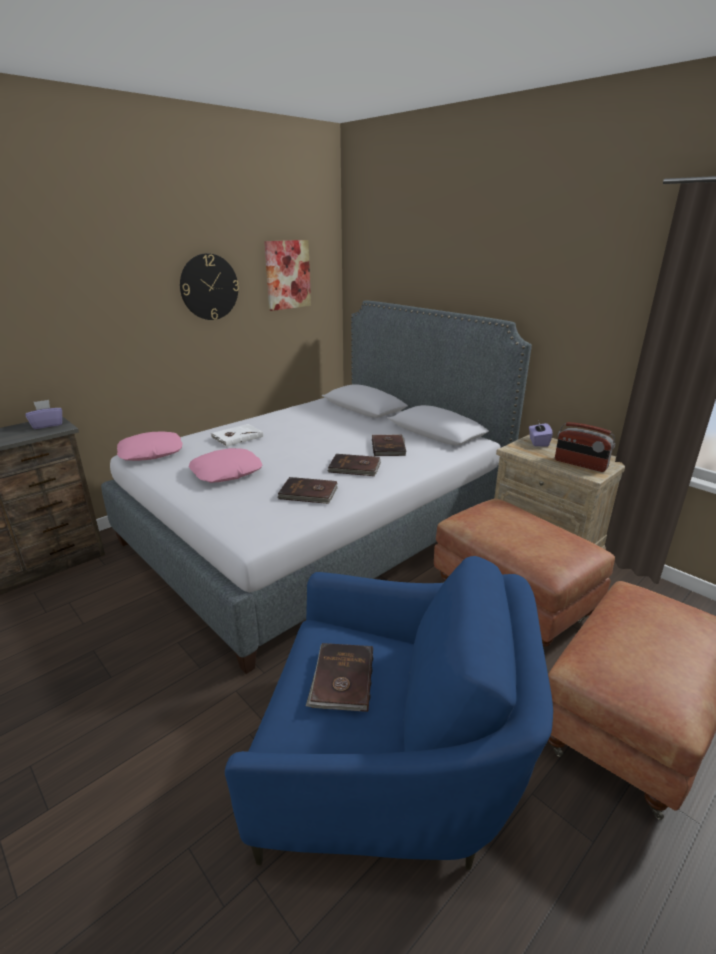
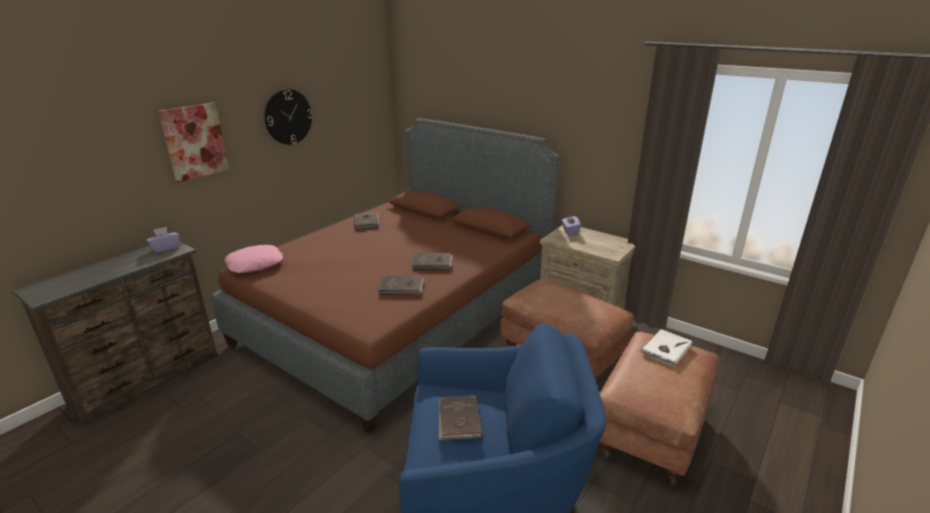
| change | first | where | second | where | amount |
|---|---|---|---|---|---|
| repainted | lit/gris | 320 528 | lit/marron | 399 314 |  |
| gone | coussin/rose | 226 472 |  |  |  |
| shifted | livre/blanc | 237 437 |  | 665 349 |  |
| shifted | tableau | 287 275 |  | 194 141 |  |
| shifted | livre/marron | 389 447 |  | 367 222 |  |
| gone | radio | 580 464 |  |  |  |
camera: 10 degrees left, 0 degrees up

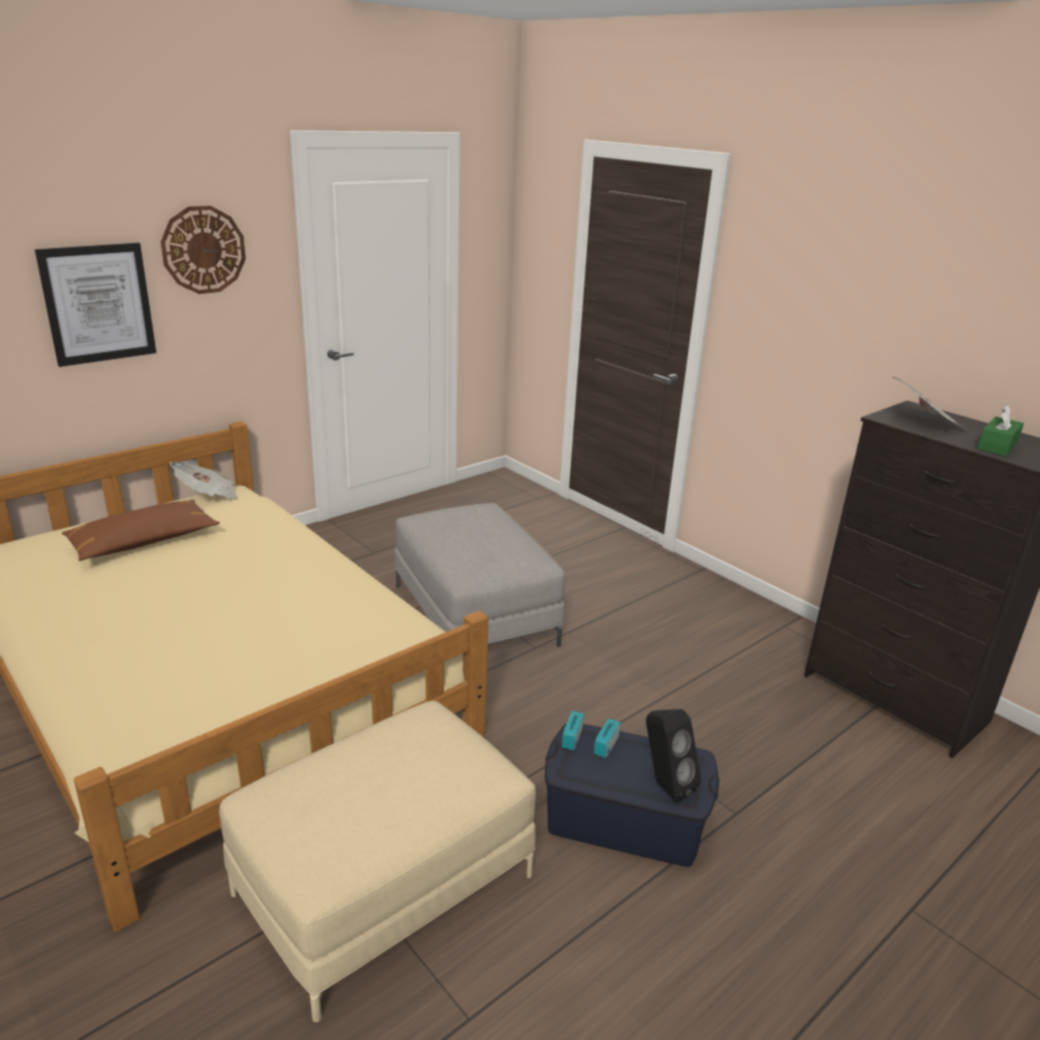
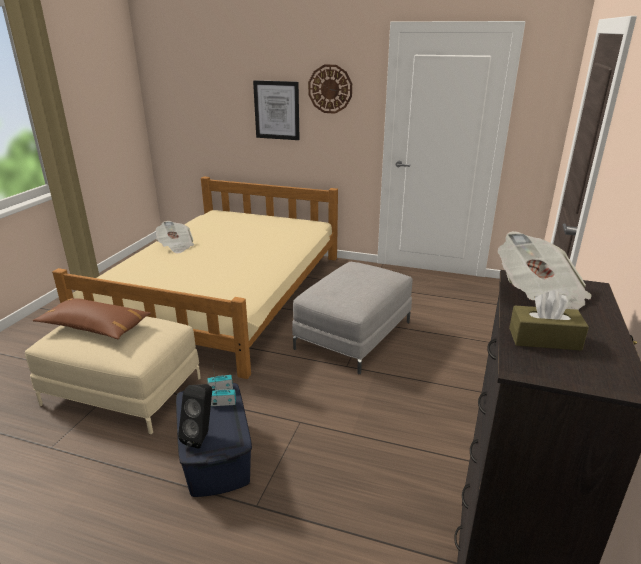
| change | first | where | second | where | amount |
|---|---|---|---|---|---|
| shifted | coussin/marron | 143 542 |  | 95 327 |  |
| shifted | journal | 207 494 |  | 176 246 |  |
| repainted | boîte à mouchoirs/vert | 997 446 | boîte à mouchoirs/marron | 544 339 |  |
camera: 60 degrees right, 0 degrees up

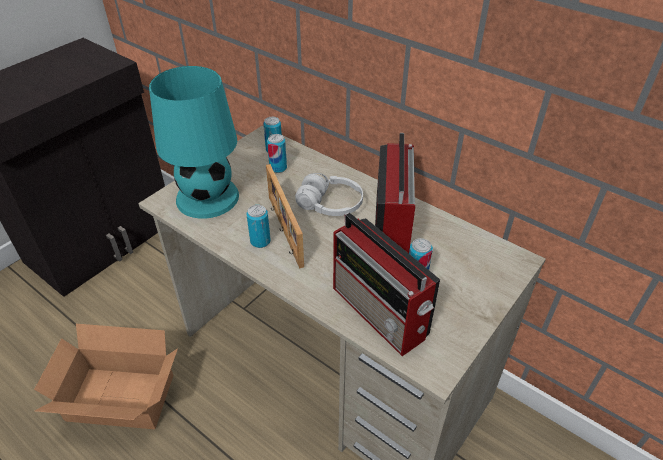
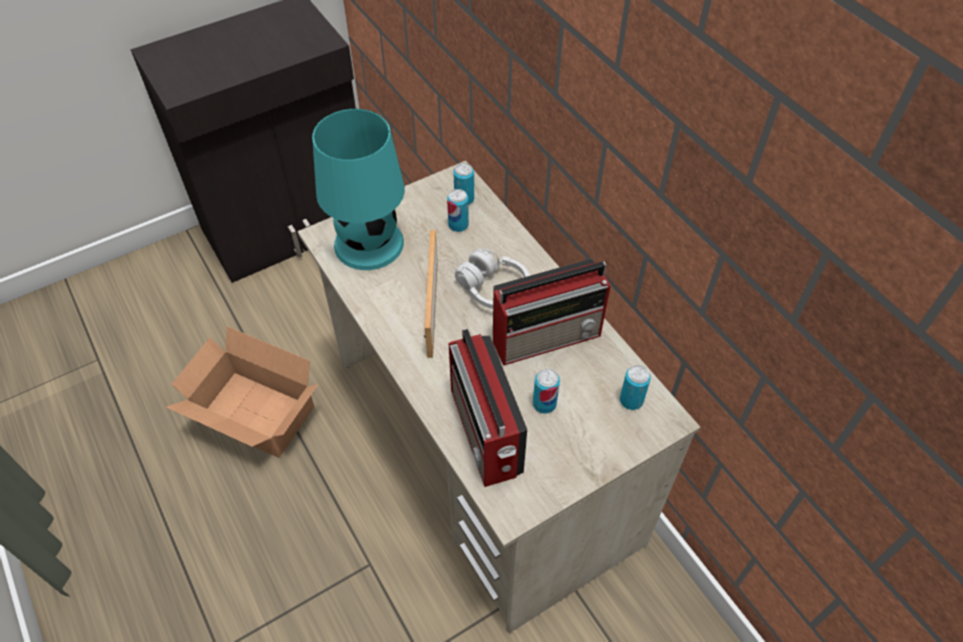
| change | first | where | second | where | amount |
|---|---|---|---|---|---|
| shifted | boîte métallique | 260 241 |  | 631 400 |  |
| rotated | radio | 392 227 |  | 548 336 | 45 degrees clockwise |
camera: 20 degrees right, 10 degrees up

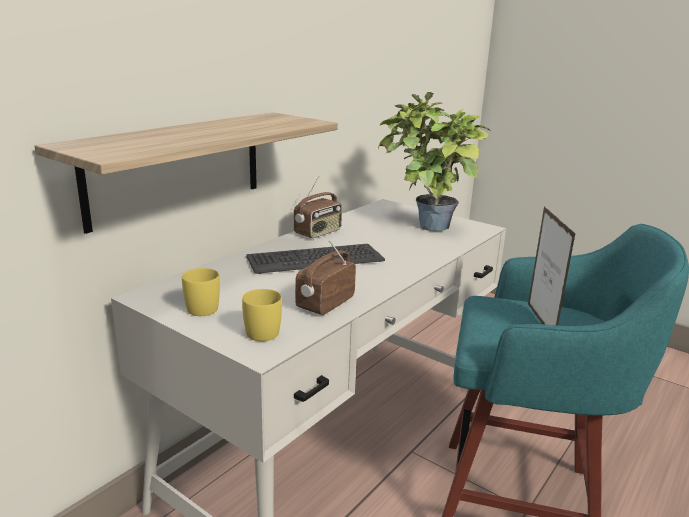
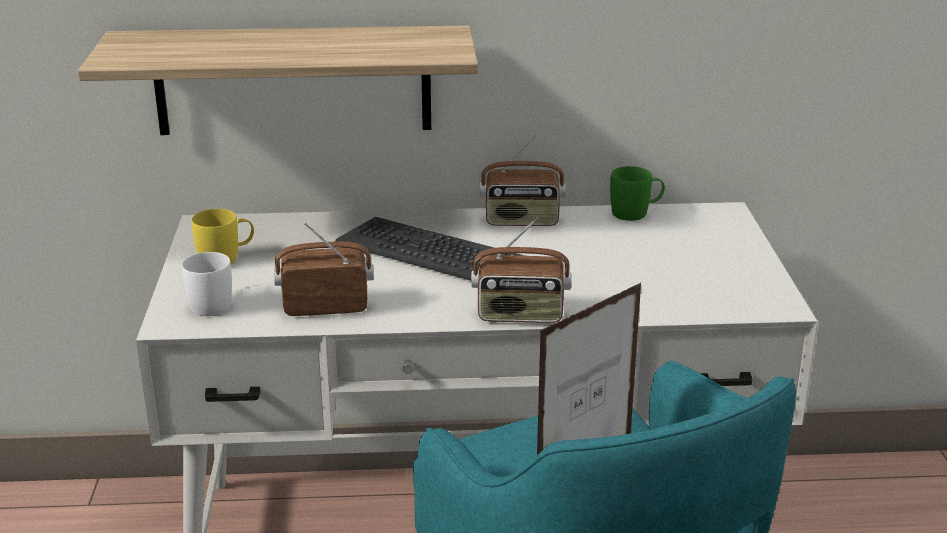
| change | first | where | second | where | amount |
|---|---|---|---|---|---|
| repainted | mug/jaune | 259 330 | mug/blanc | 214 302 |  |
| gone | plante en pot | 425 227 |  |  |  |
| new |  |  | radio | 520 315 |  |
| new |  |  | mug/vert | 636 212 |  |
camera: 50 degrees right, 5 degrees up

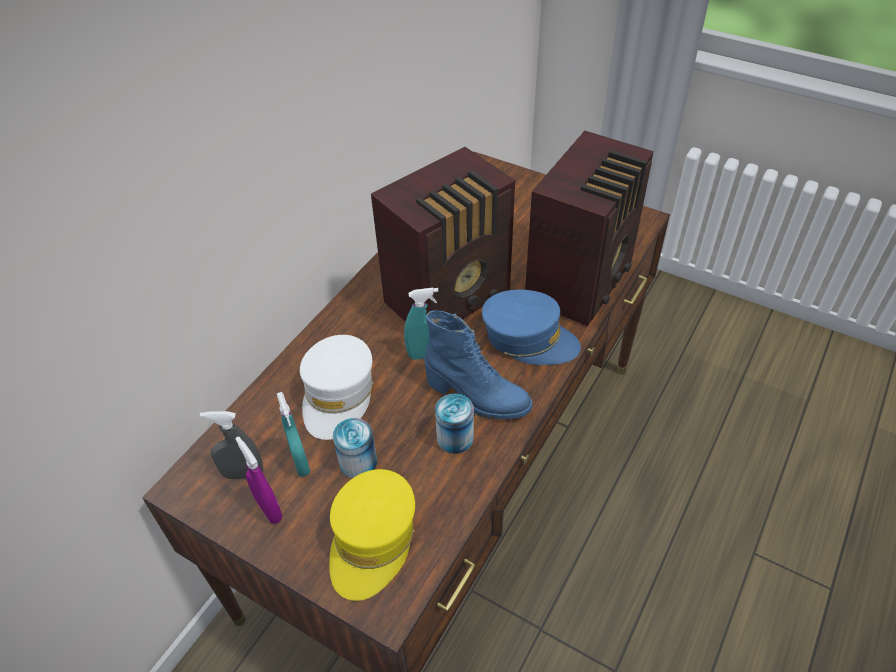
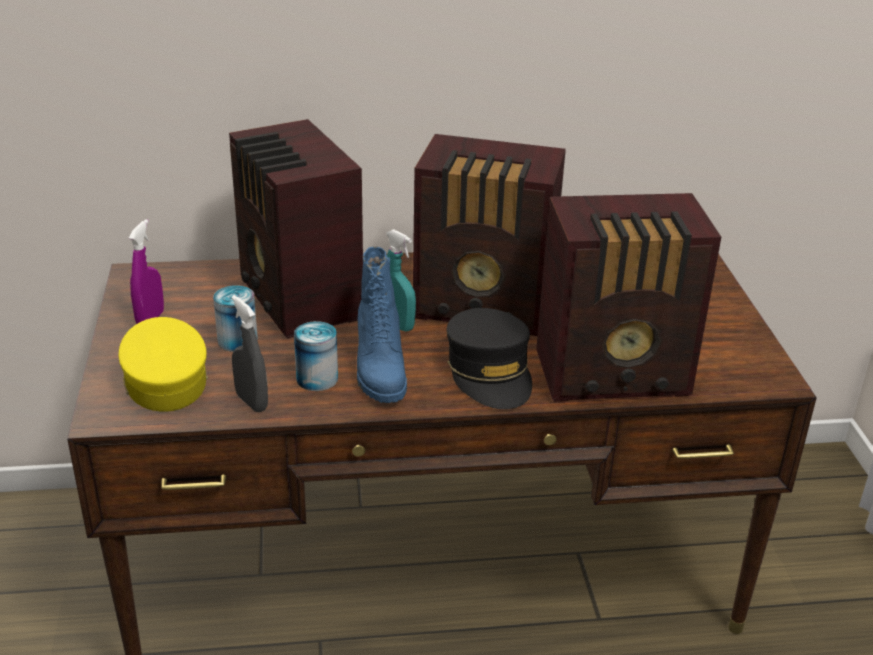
| change | first | where | second | where | amount |
|---|---|---|---|---|---|
| shifted | vaporisateur/gris | 243 474 |  | 251 402 |  |
| gone | vaporisateur/turquoise | 300 462 |  |  |  |
| swapped | casquette/blanc | 338 395 | radio | 299 301 |  |
| rotated | casquette/jaune | 373 541 |  | 164 381 | 90 degrees clockwise |
| repainted | casquette/bleu | 529 339 | casquette/noir | 490 373 |  |
camera: 50 degrees right, 15 degrees down

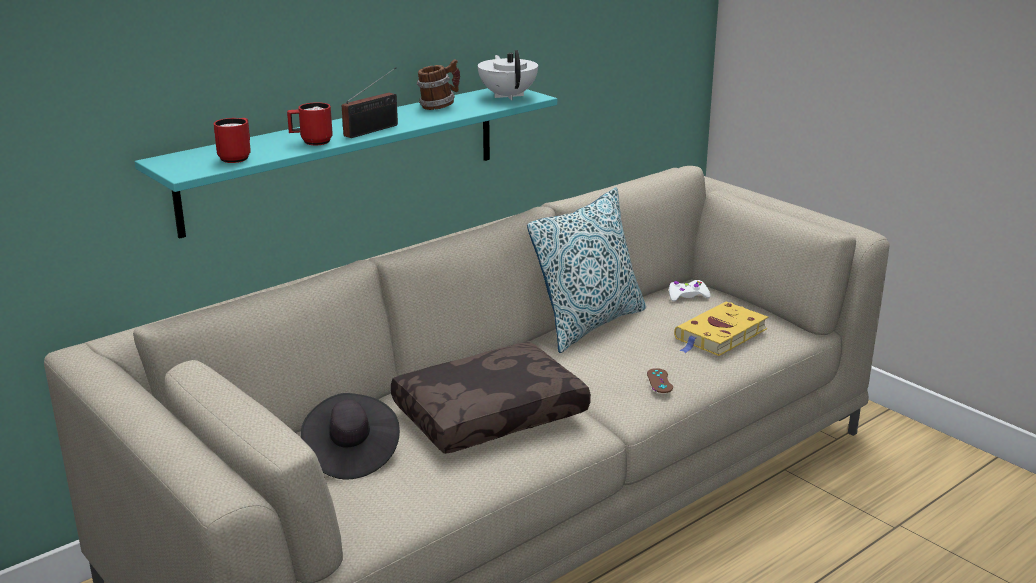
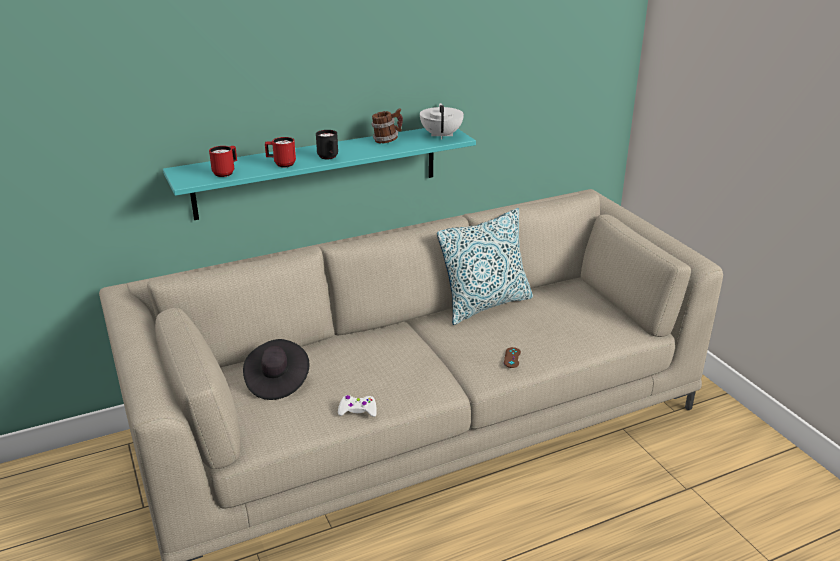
| change | first | where | second | where | amount |
|---|---|---|---|---|---|
| swapped | radio | 374 130 | mug/noir | 329 157 |  |
| gone | coussin/marron | 490 413 |  |  |  |
| shifted | manette/blanc | 687 296 |  | 357 410 |  |
| gone | livre/jaune | 719 335 |  |  |  |
camera: 15 degrees right, 5 degrees up

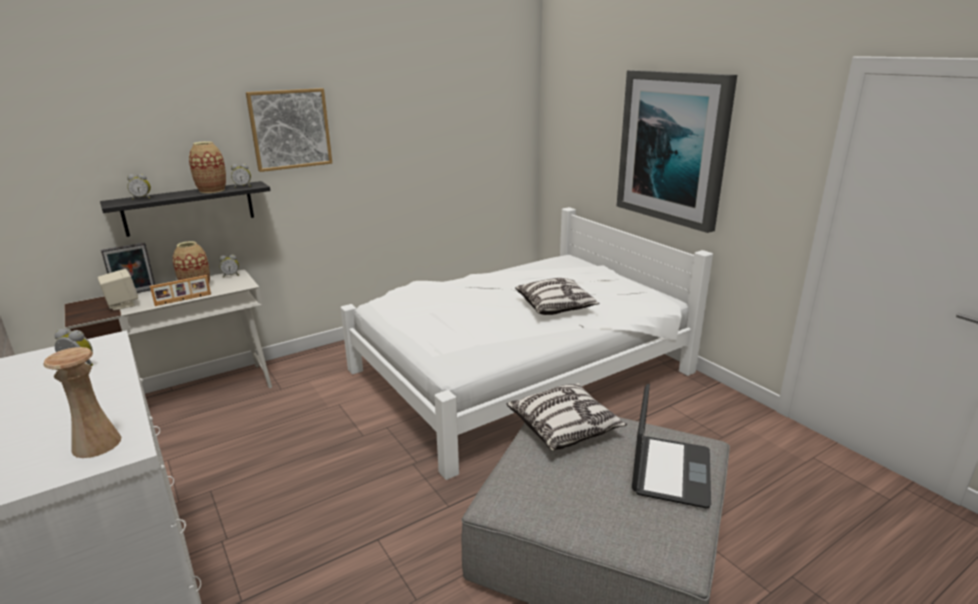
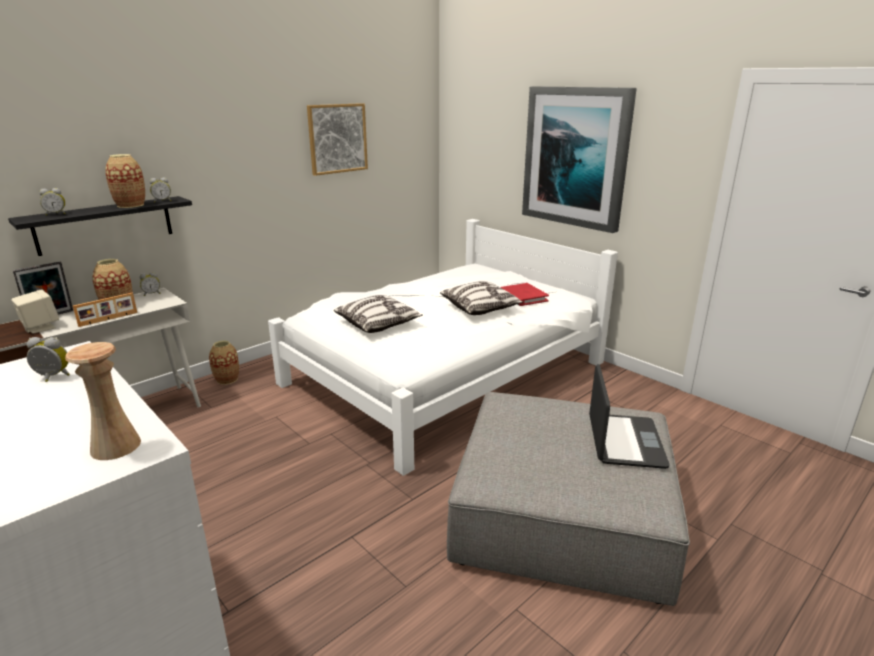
| change | first | where | second | where | amount |
|---|---|---|---|---|---|
| shifted | tableau | 290 129 |  | 337 138 |  |
| shifted | coussin | 564 428 |  | 378 324 |  |
| new |  |  | vase | 227 379 |  |
| new |  |  | livre/rouge | 523 297 |  |
camera: 10 degrees left, 0 degrees up

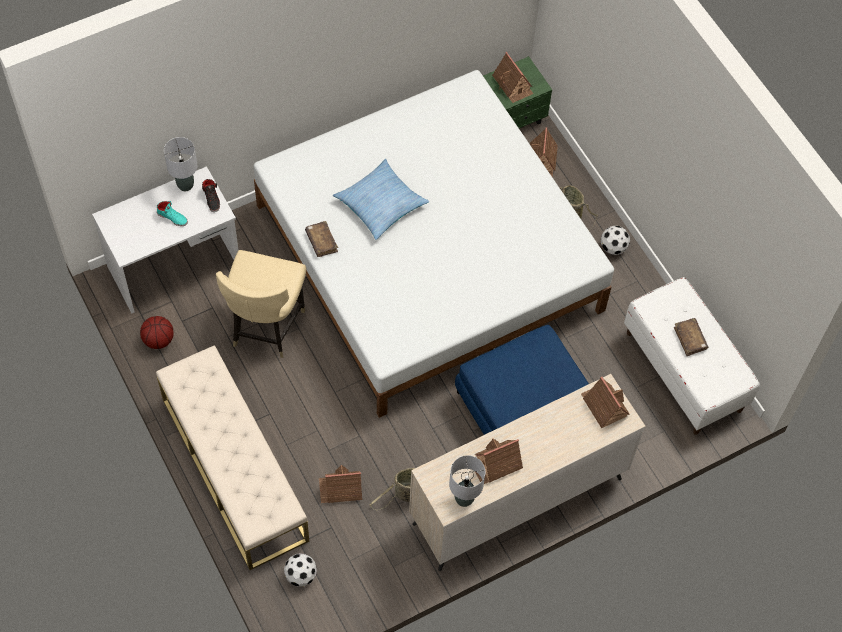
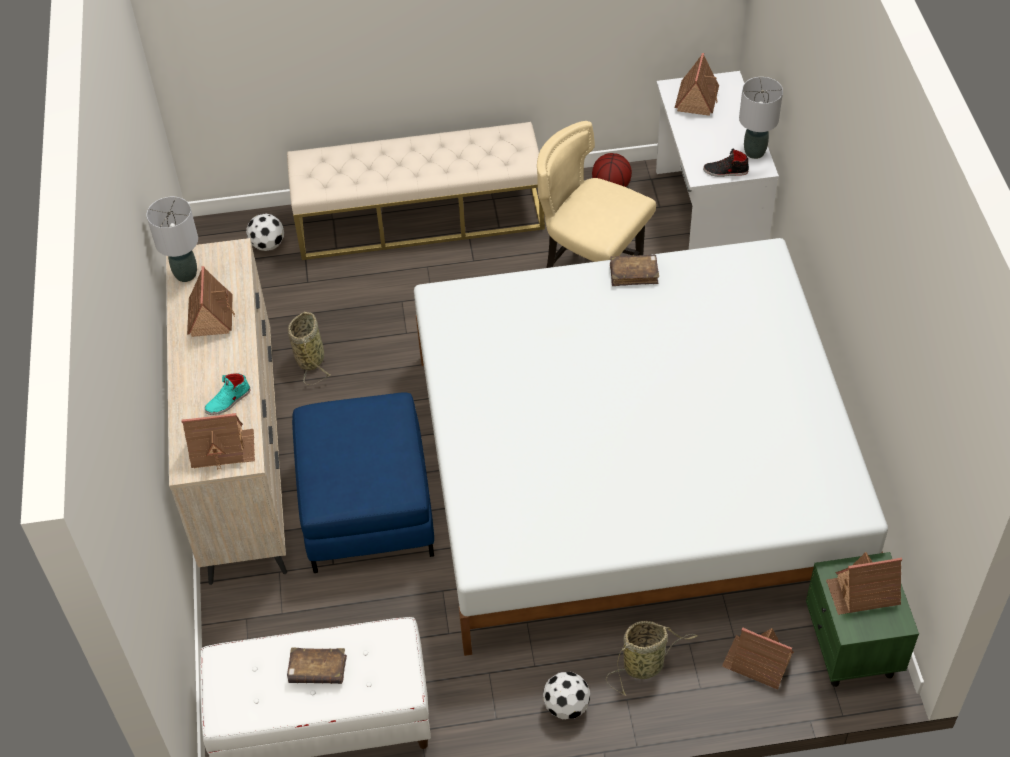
| change | first | where | second | where | amount |
|---|---|---|---|---|---|
| shifted | chaussure/turquoise | 172 217 |  | 228 401 |  |
| shifted | maison miniature | 341 488 |  | 697 98 |  |
| gone | coussin | 380 204 |  |  |  |
camera: 115 degrees right, 10 degrees down

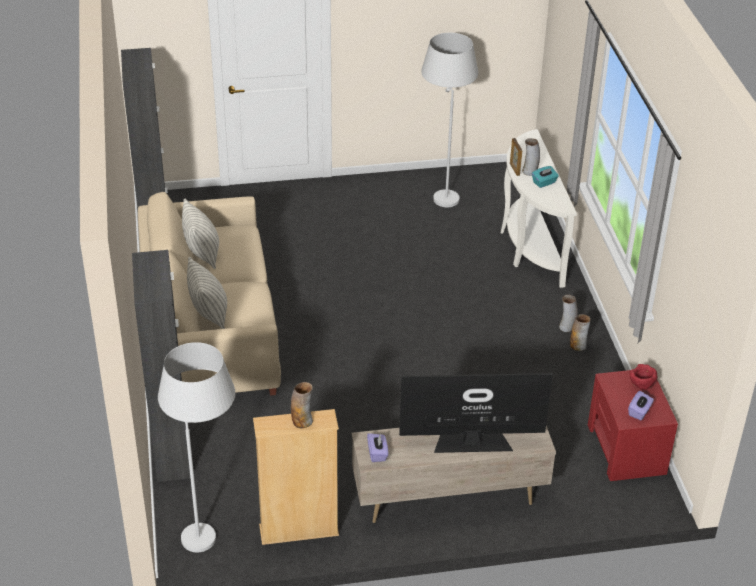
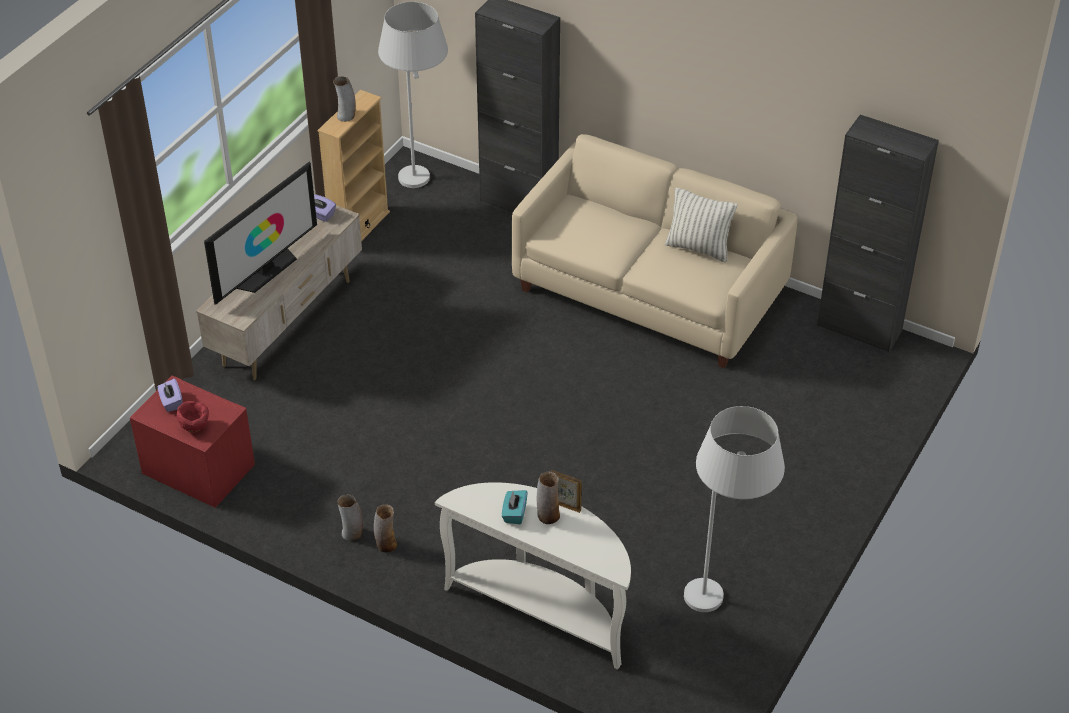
| change | first | where | second | where | amount |
|---|---|---|---|---|---|
| gone | coussin | 209 313 |  |  |  |
camera: 130 degrees right, 5 degrees up

